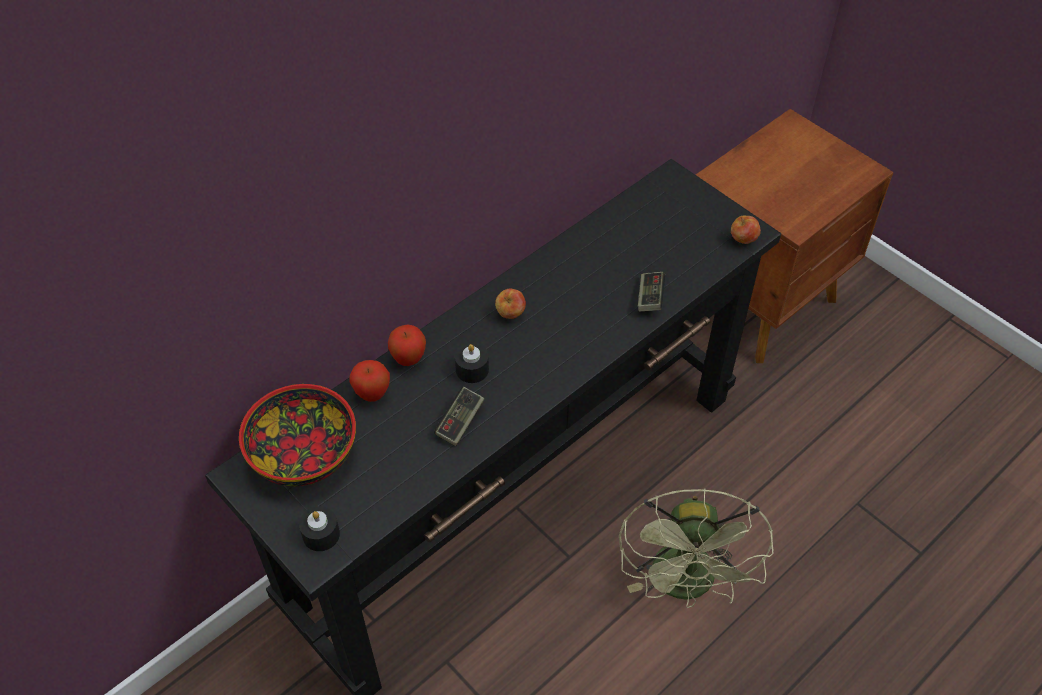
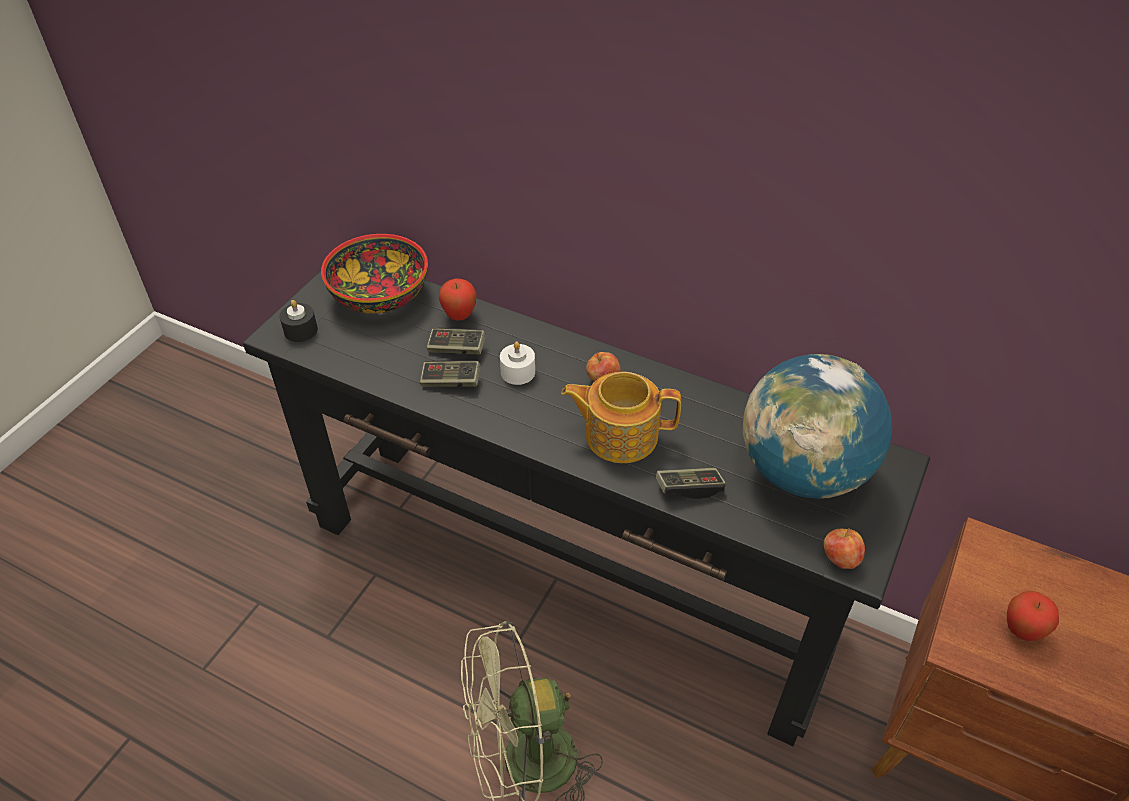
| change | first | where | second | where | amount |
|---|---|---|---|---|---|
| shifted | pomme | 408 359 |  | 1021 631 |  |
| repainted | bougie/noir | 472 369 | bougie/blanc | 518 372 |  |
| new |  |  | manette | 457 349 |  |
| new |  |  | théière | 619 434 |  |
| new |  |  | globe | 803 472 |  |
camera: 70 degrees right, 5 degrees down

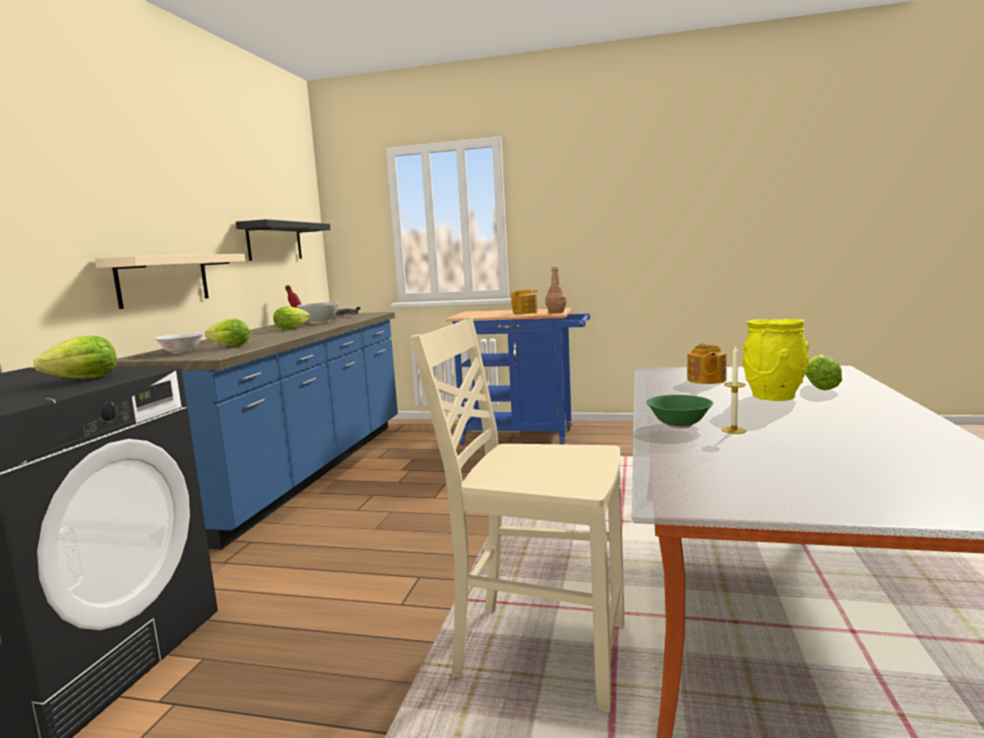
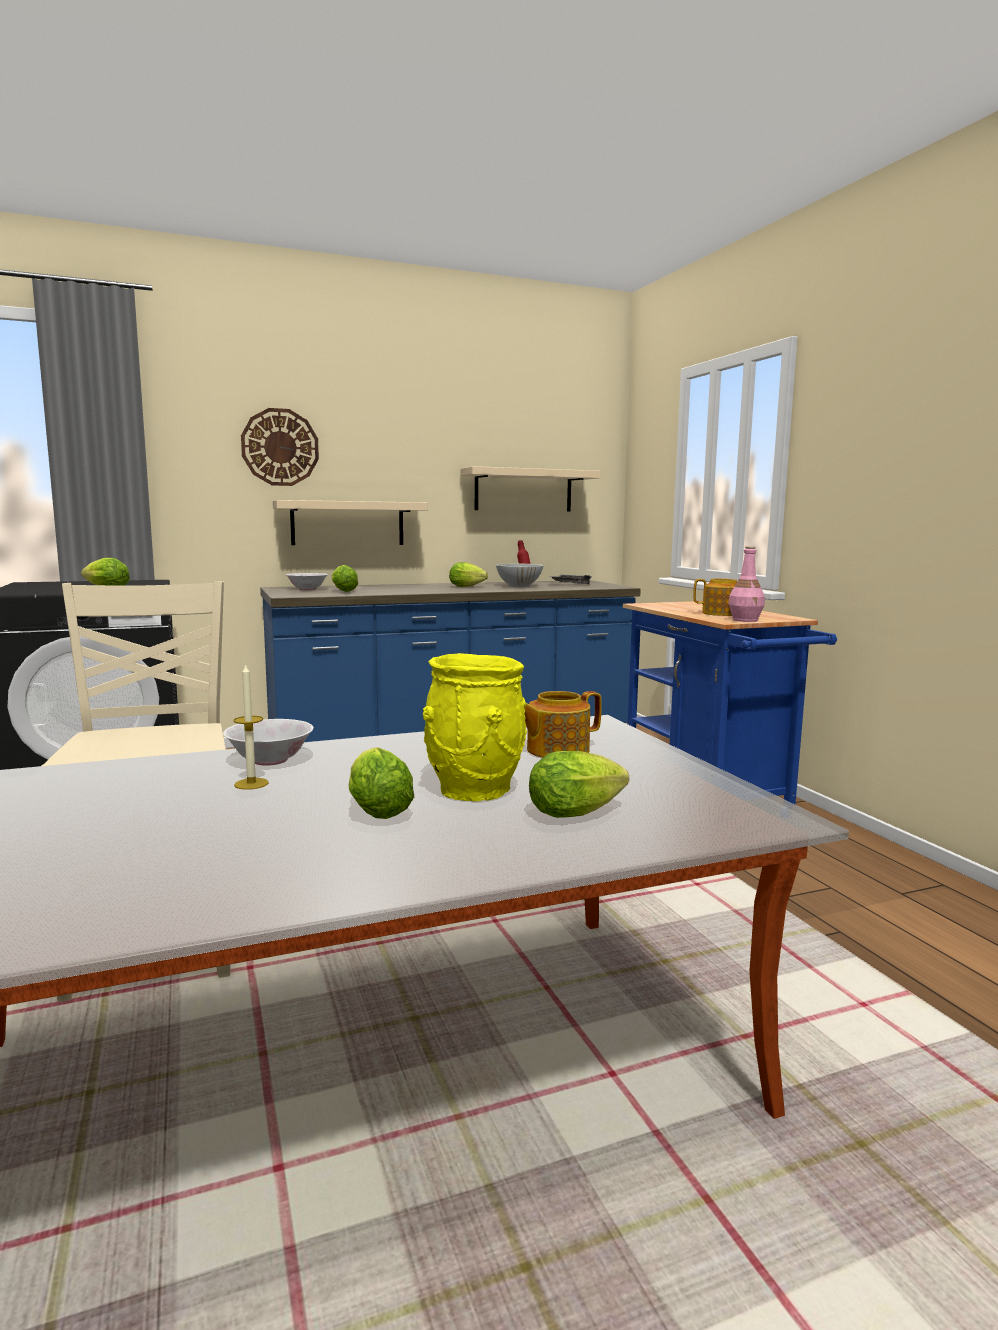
| change | first | where | second | where | amount |
|---|---|---|---|---|---|
| repainted | étagère/noir | 274 241 | étagère/beige | 523 490 |  |
| repainted | bouteille/marron | 556 312 | bouteille/rose | 745 620 |  |
| repainted | bol/vert | 678 425 | bol/blanc | 270 760 |  |
| new |  |  | horloge murale | 280 447 |  |
| new |  |  | laitue | 377 809 |  |
camera: 55 degrees right, 0 degrees up

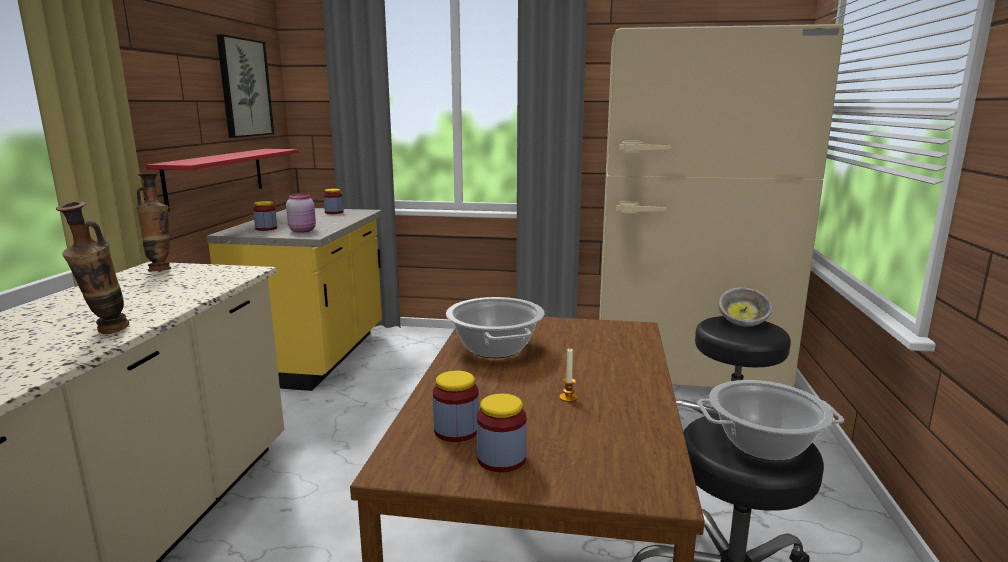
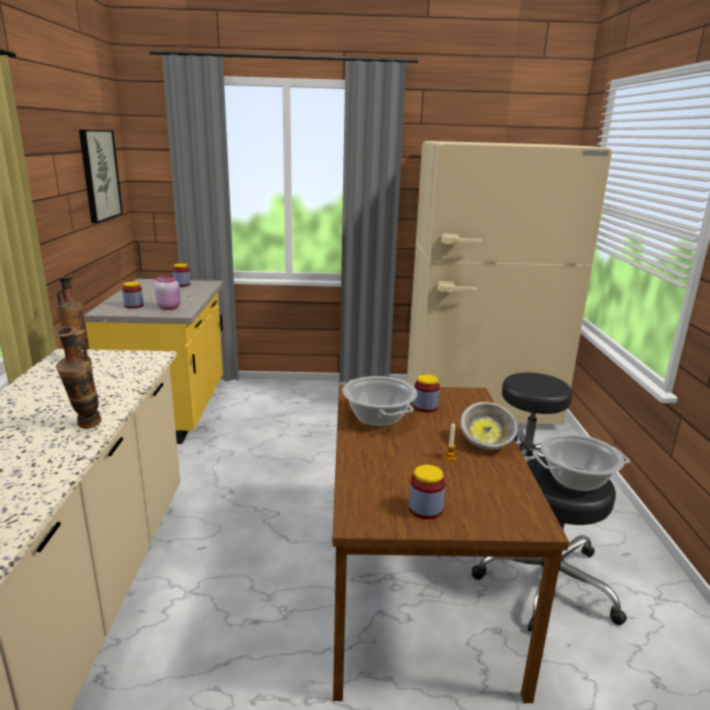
| change | first | where | second | where | amount |
|---|---|---|---|---|---|
| gone | étagère/rouge | 216 177 |  |  |  |
| shifted | bocal | 456 430 |  | 425 407 |  |
| shifted | bol | 743 324 |  | 486 443 |  |
camera: 10 degrees left, 5 degrees up

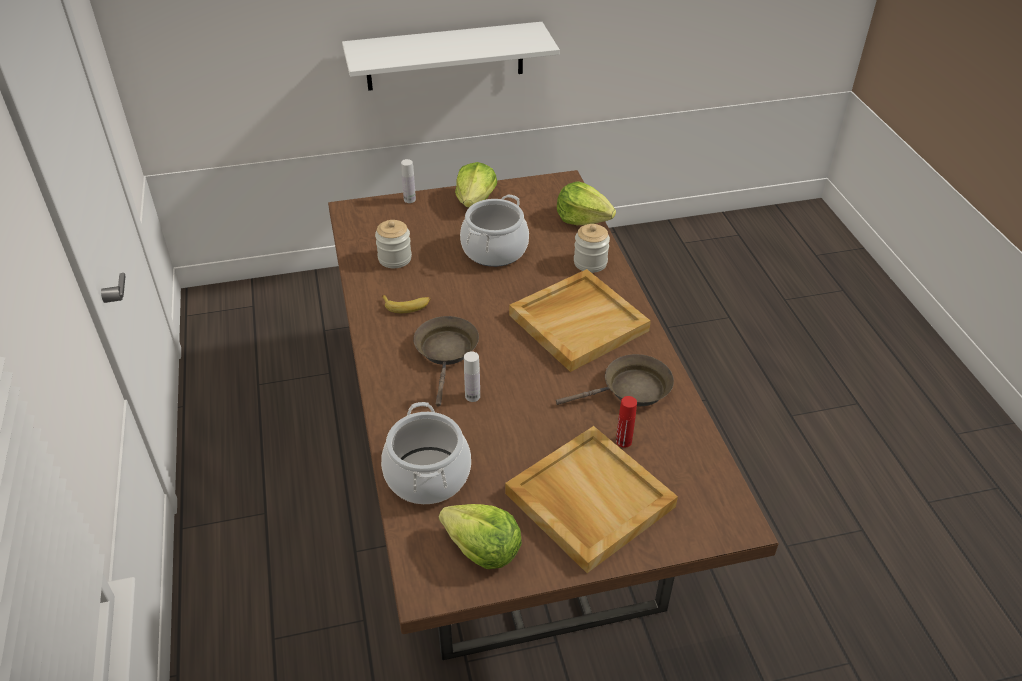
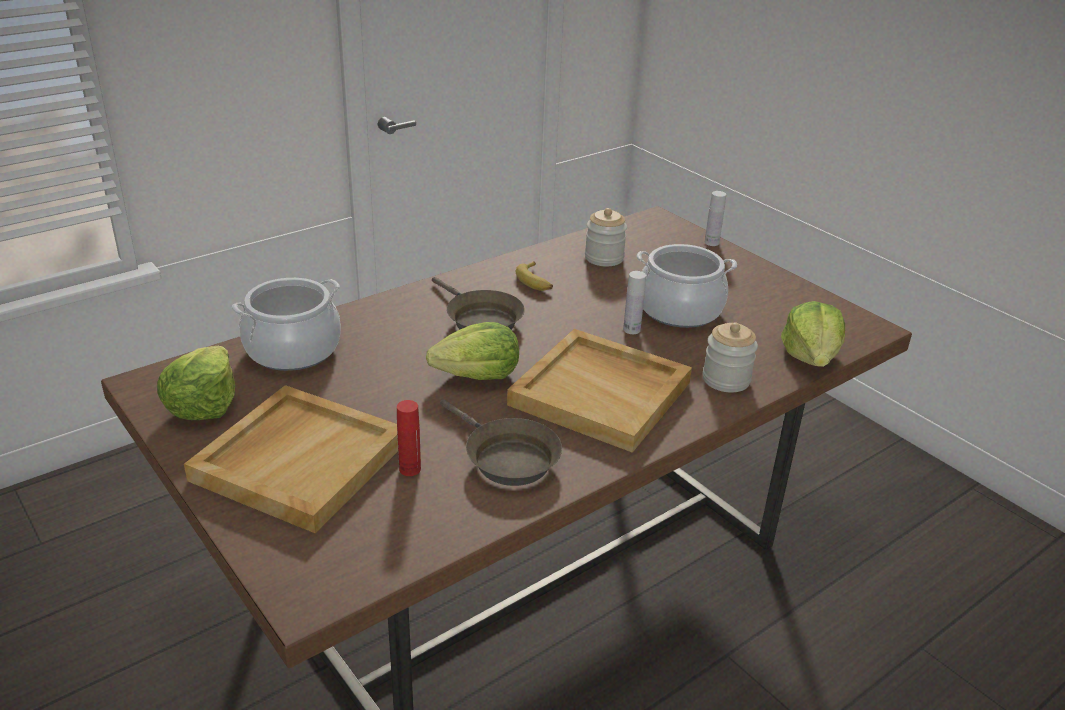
| change | first | where | second | where | amount |
|---|---|---|---|---|---|
| gone | étagère/blanc | 445 56 |  |  |  |
| rotated | poêle/marron | 446 352 |  | 480 320 | 75 degrees clockwise |
| shifted | laitue | 475 200 |  | 478 375 |  |
| shifted | bouteille/blanc | 472 396 |  | 631 329 |  |
camera: 65 degrees right, 10 degrees down

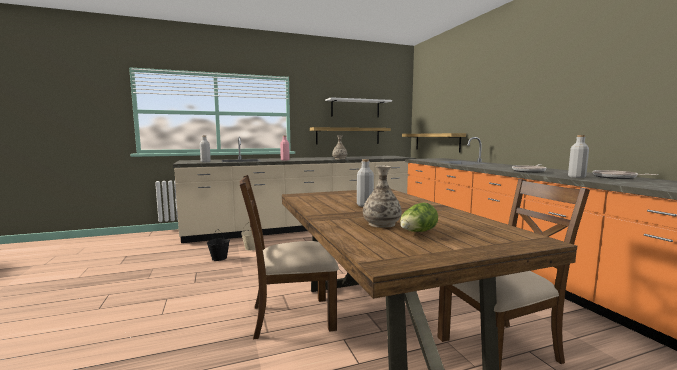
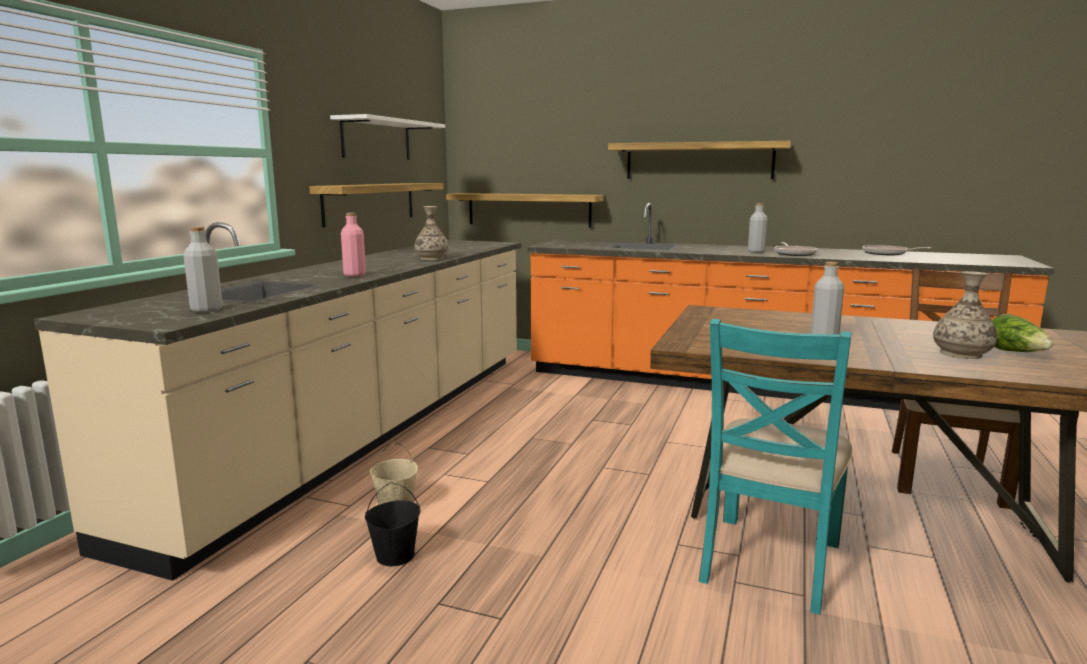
| change | first | where | second | where | amount |
|---|---|---|---|---|---|
| repainted | chaise/marron | 291 317 | chaise/turquoise | 769 561 |  |
| shifted | bouteille/gris | 576 177 |  | 756 252 |  |
| new |  |  | étagère | 698 161 |  |
camera: 50 degrees left, 5 degrees up

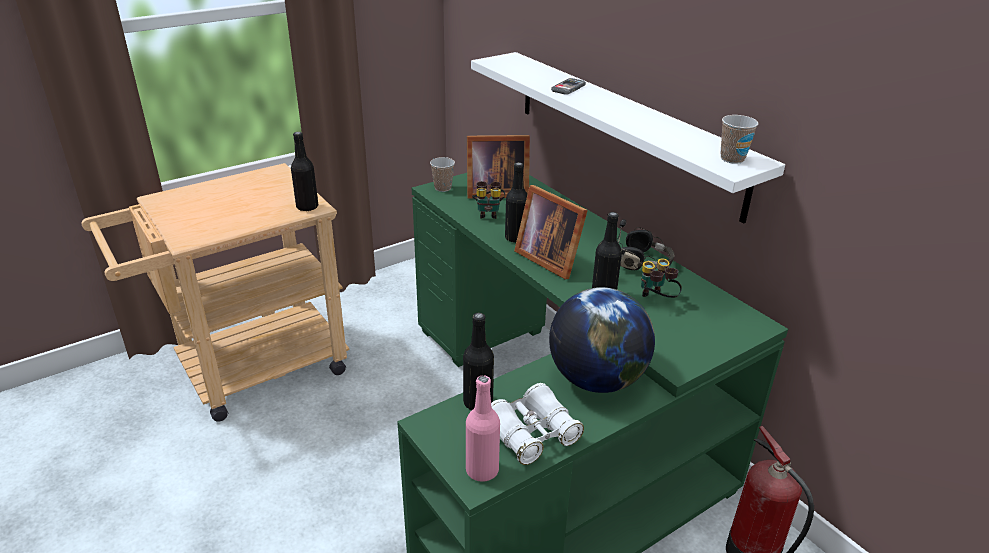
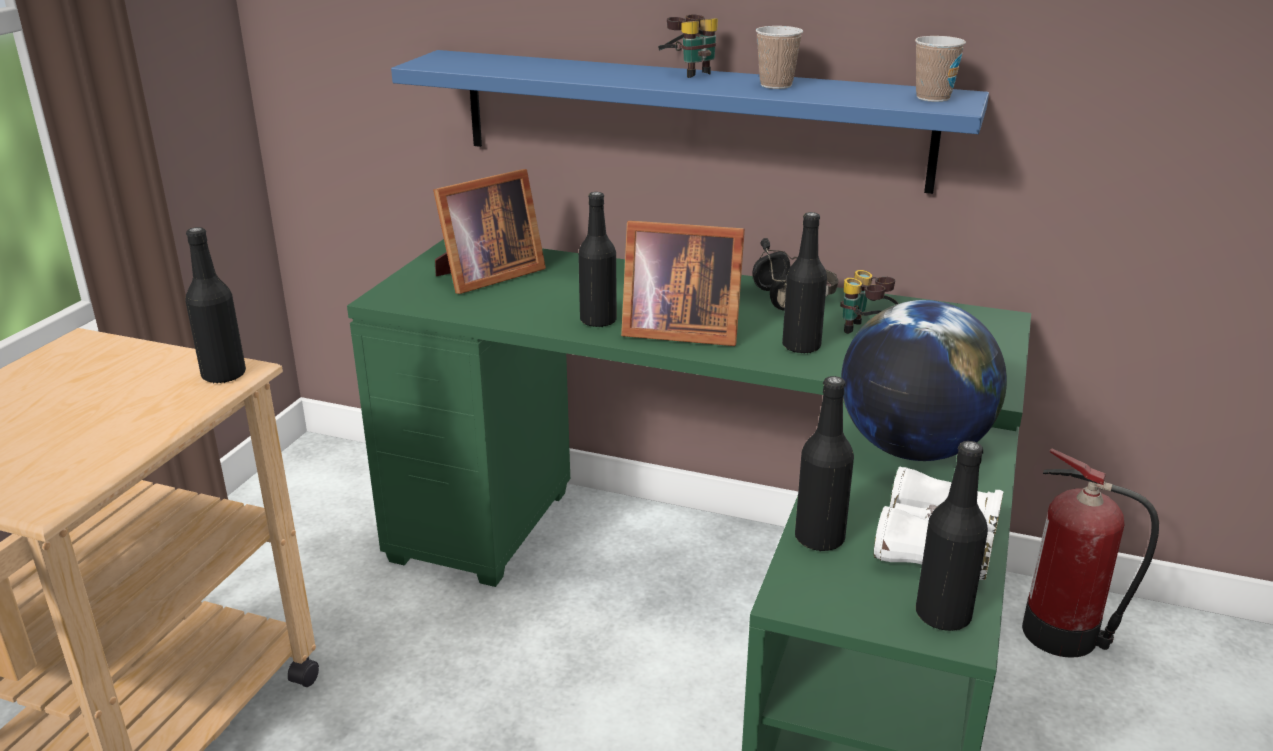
| change | first | where | second | where | amount |
|---|---|---|---|---|---|
| shifted | tasse | 443 188 |  | 776 85 |  |
| repainted | bouteille/rose | 482 470 | bouteille/noir | 943 615 |  |
| repainted | étagère/blanc | 623 129 | étagère/bleu | 690 119 |  |
| shifted | jumelles | 488 213 |  | 689 73 |  |
| gone | téléphone | 568 88 |  |  |  |
camera: 35 degrees left, 5 degrees down

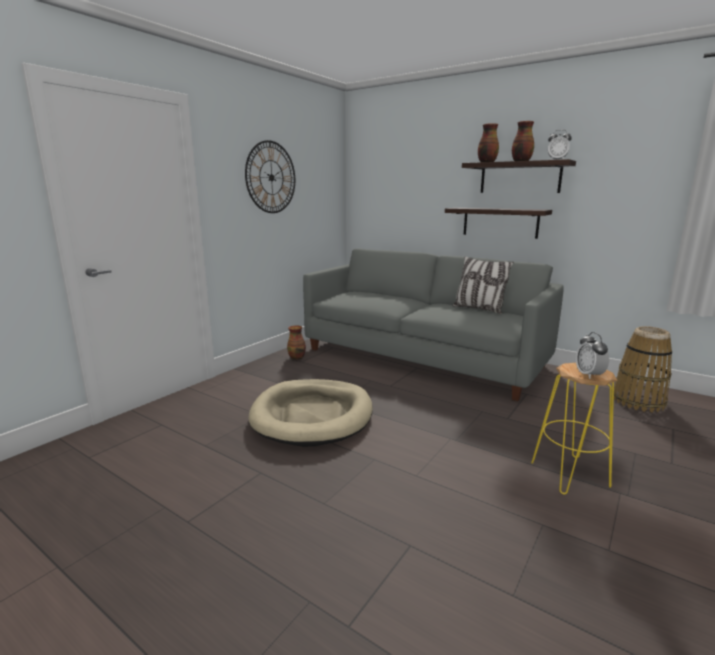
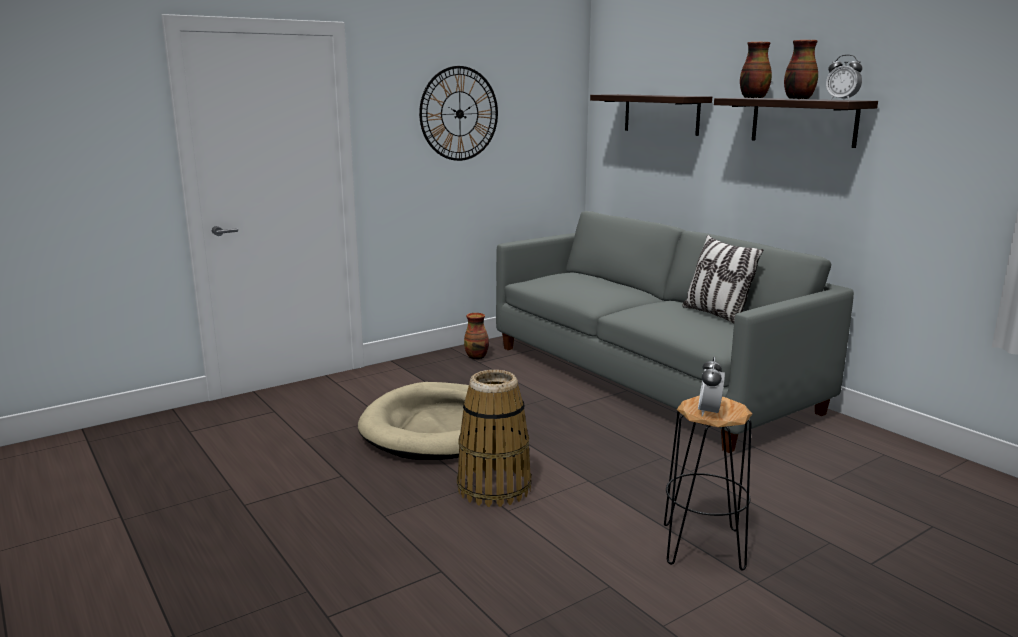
| change | first | where | second | where | amount |
|---|---|---|---|---|---|
| shifted | étagère | 500 222 |  | 661 114 |  |
| repainted | tabouret/jaune | 570 475 | tabouret/noir | 703 547 |  |
| shifted | panier | 638 401 |  | 494 487 |  |
camera: 20 degrees right, 0 degrees up

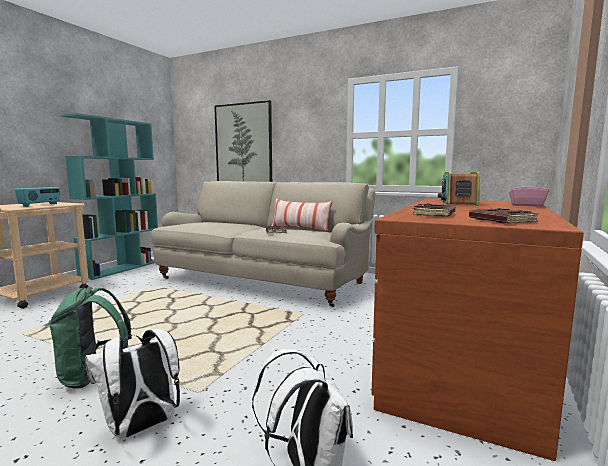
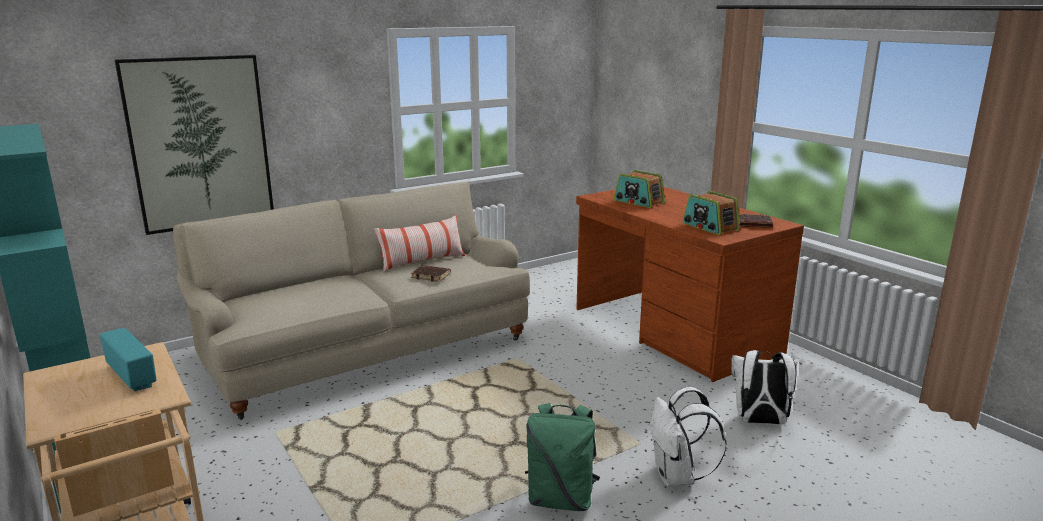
| change | first | where | second | where | amount |
|---|---|---|---|---|---|
| swapped | livre/marron | 434 214 | radio | 710 227 |  |
| gone | boîte à mouchoirs/rose | 526 205 |  |  |  |
camera: 60 degrees left, 10 degrees up

